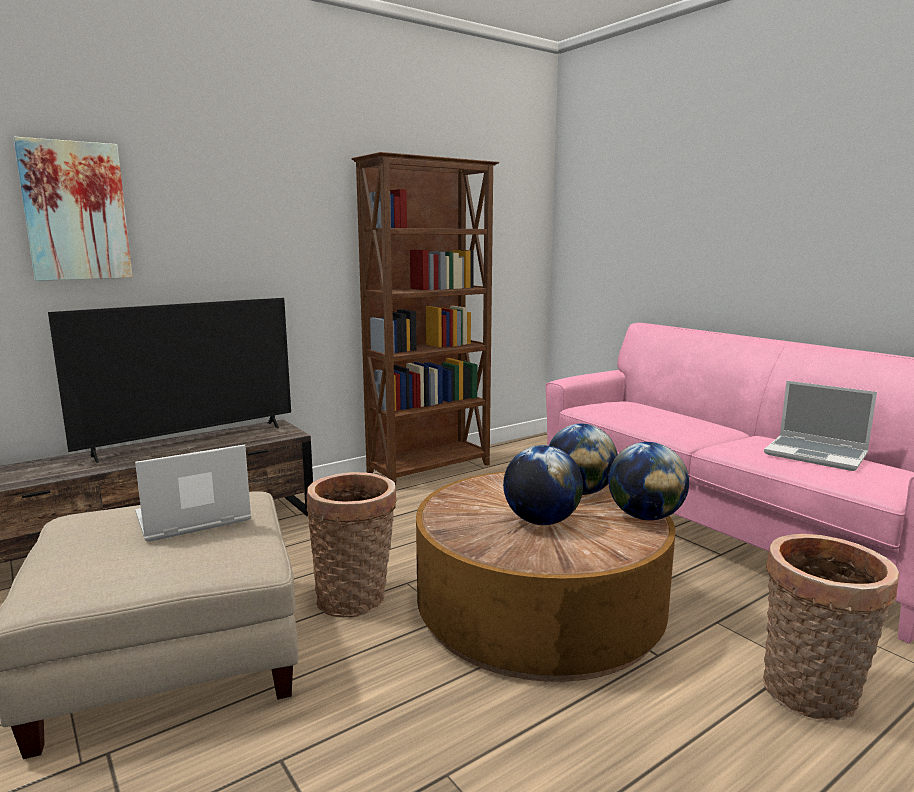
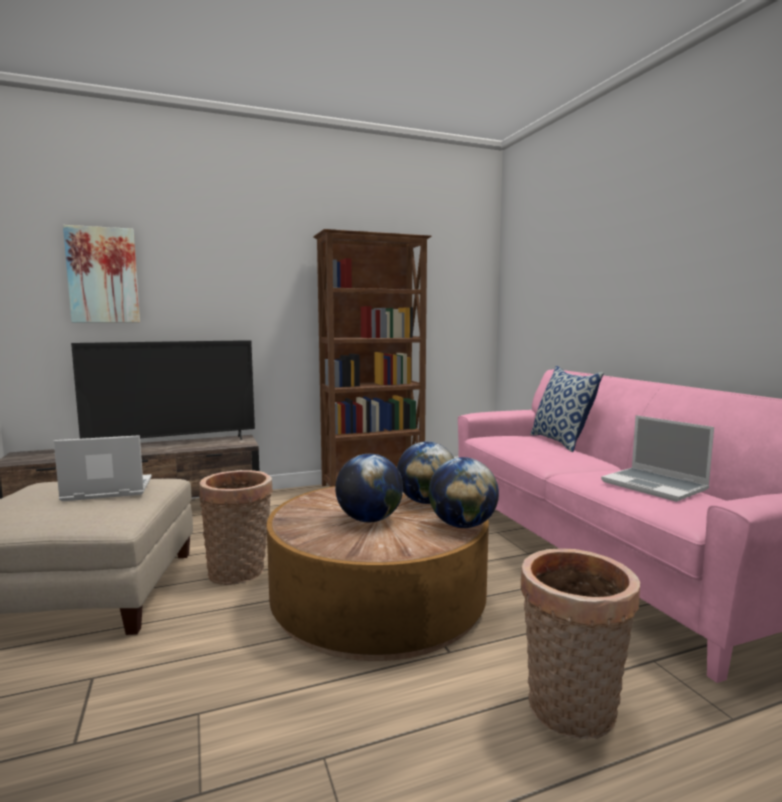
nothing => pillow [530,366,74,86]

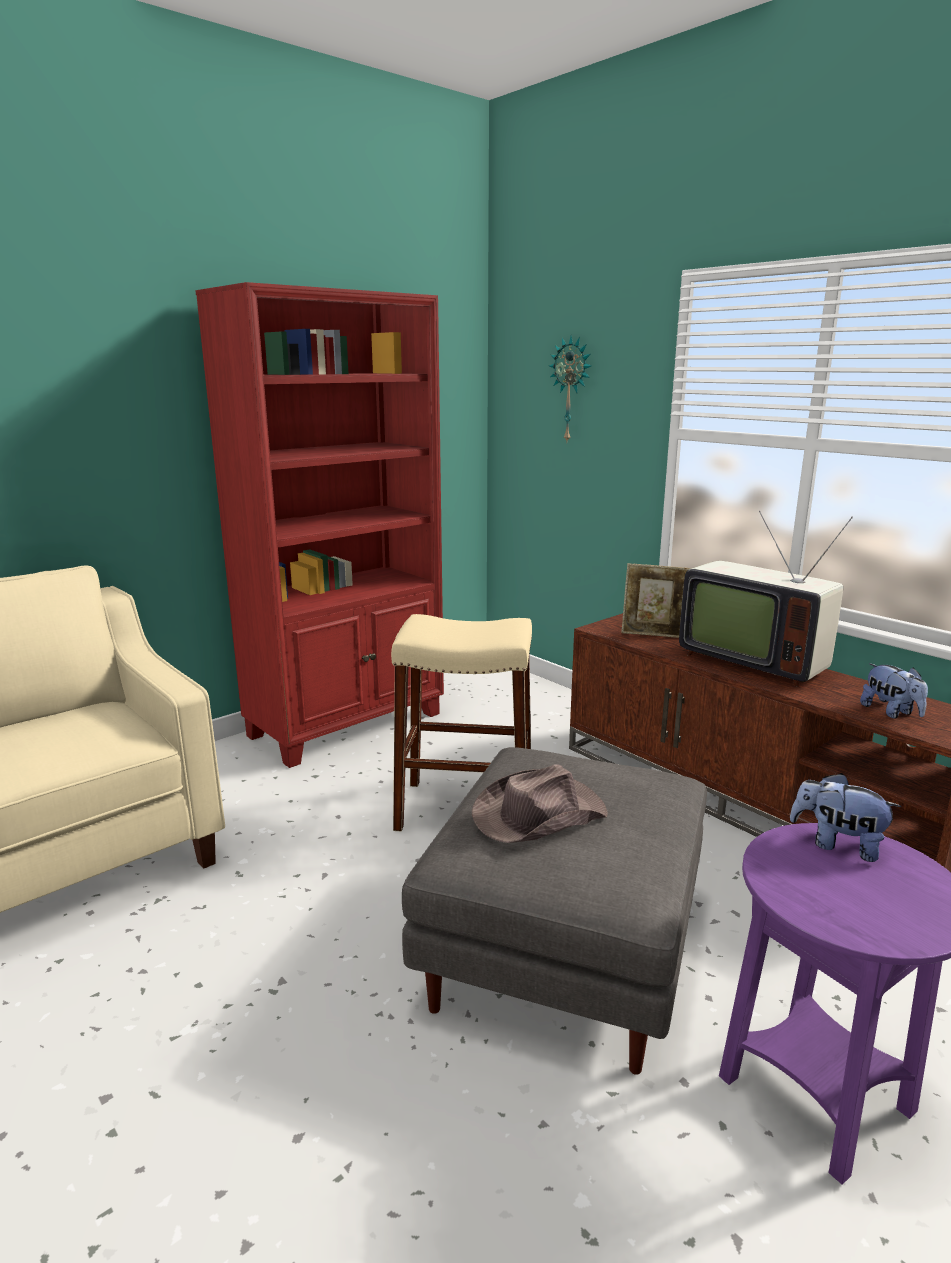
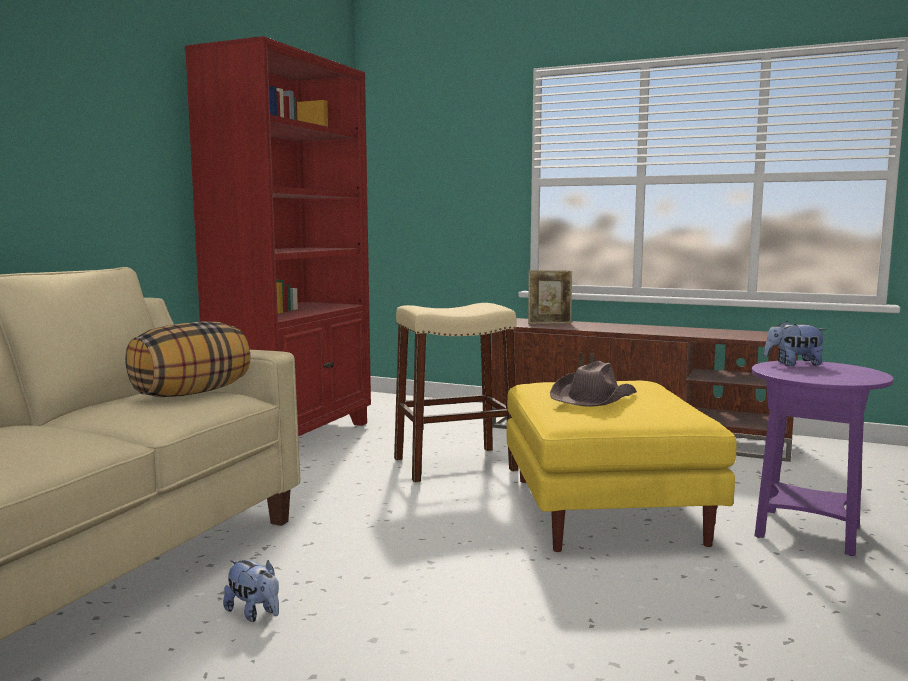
nothing => pillow [125,321,125,76]
plush toy [860,663,68,56] => plush toy [223,560,56,62], shifted
grey ottoman [402,747,305,328] => yellow ottoman [507,381,230,171]
wall clock [549,335,42,109] => nothing
television [679,511,174,176] => nothing

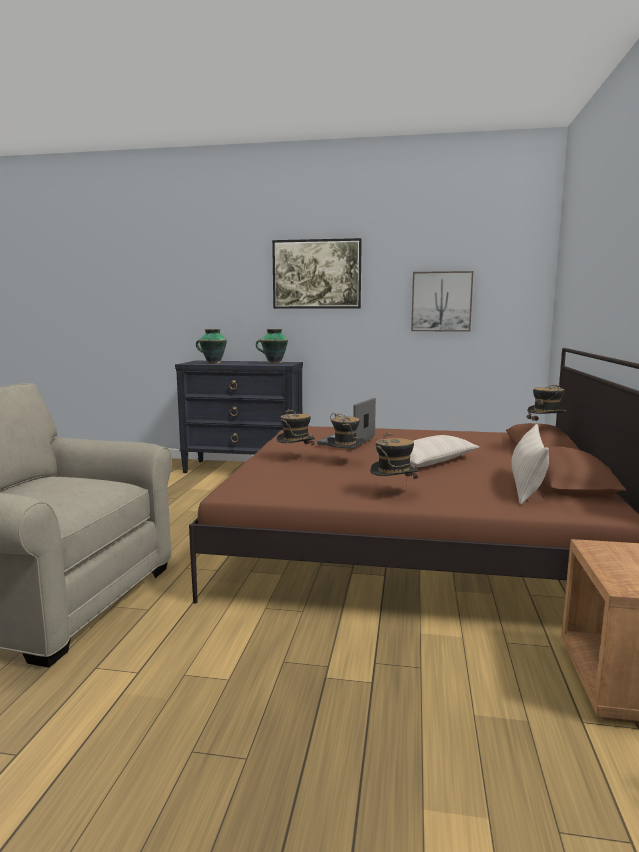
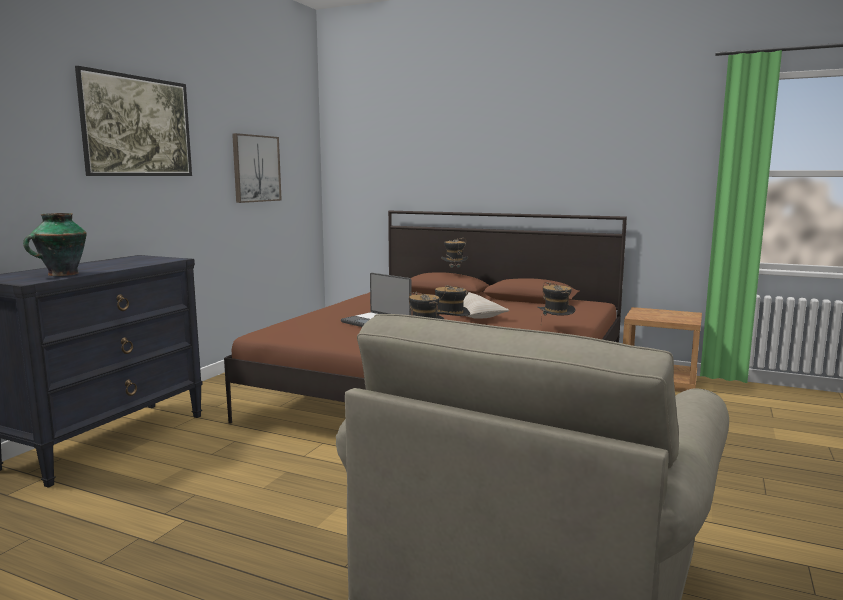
vase [256,329,32,35] => nothing
beige pillow [511,424,38,81] => nothing

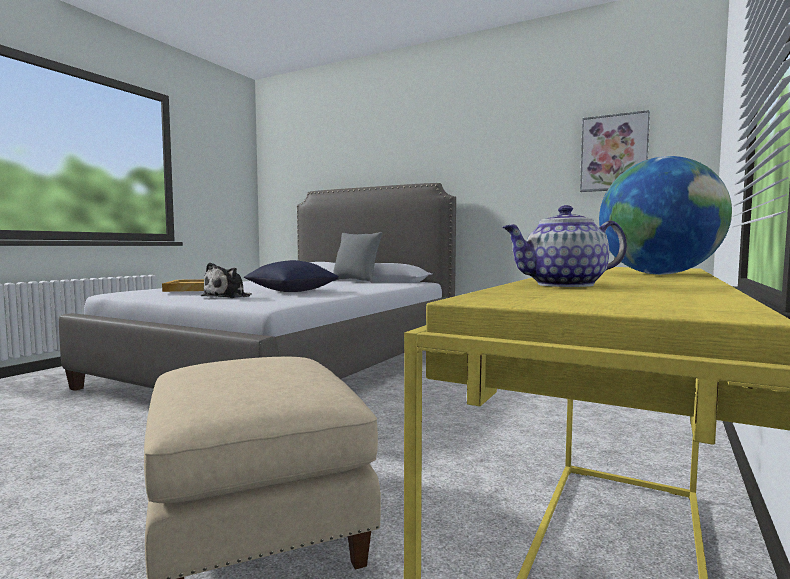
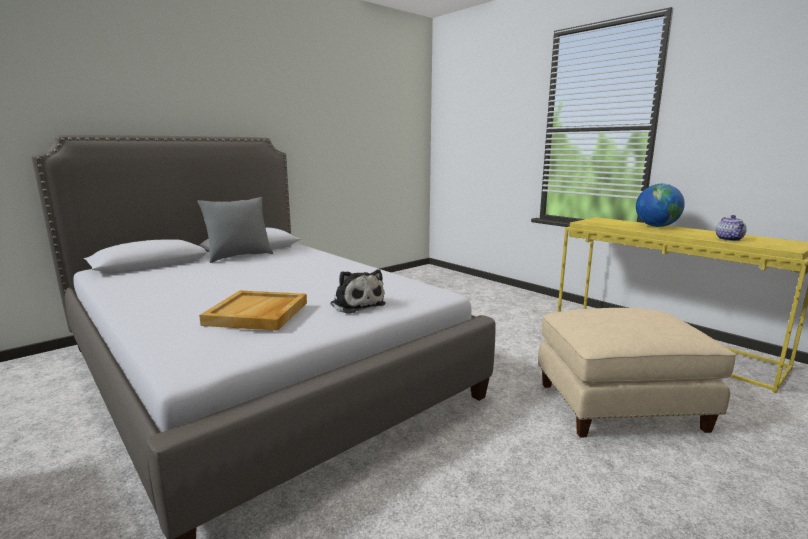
blue pillow [244,260,95,32] => nothing
picture [580,110,70,82] => nothing

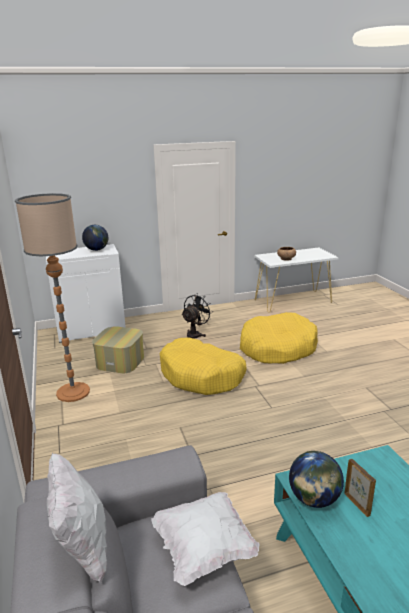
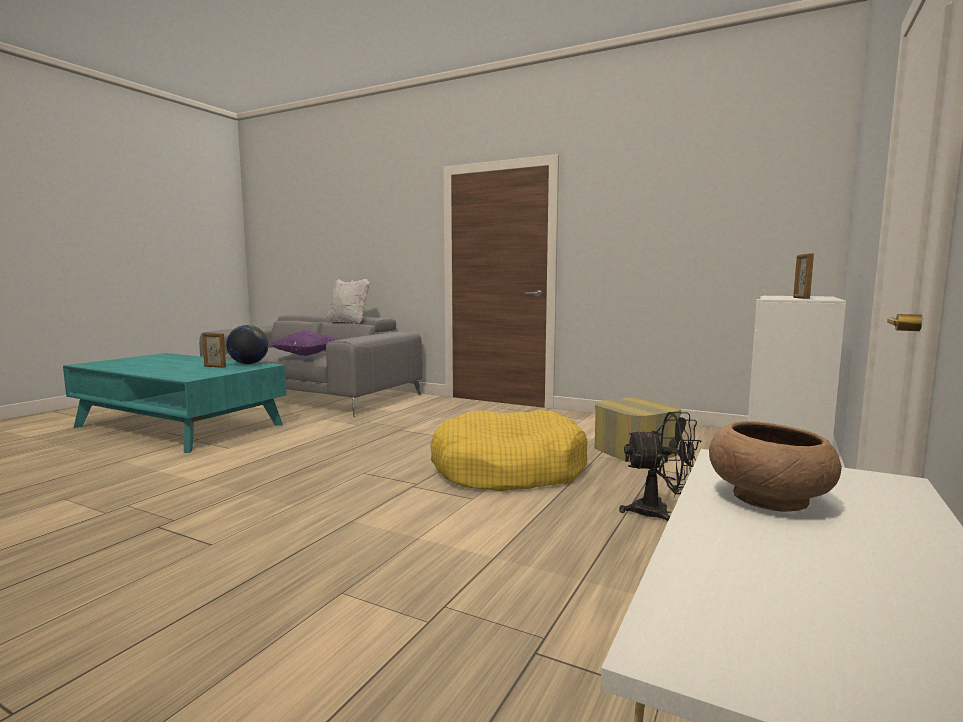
white pillow [151,492,108,94] => purple pillow [271,330,66,26]
black fan [181,294,32,45] => black fan [619,412,83,109], 75 degrees counterclockwise
globe [82,225,26,26] => picture frame [793,253,21,46]
floor lamp [15,193,75,209] => nothing
yellow dog bed [240,312,78,52] => nothing

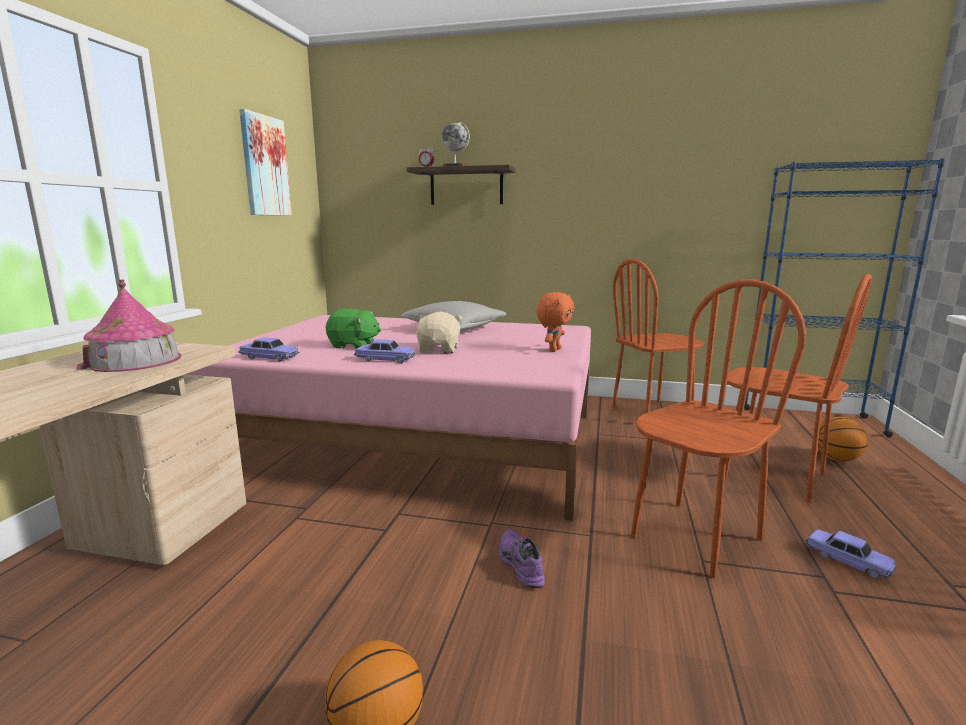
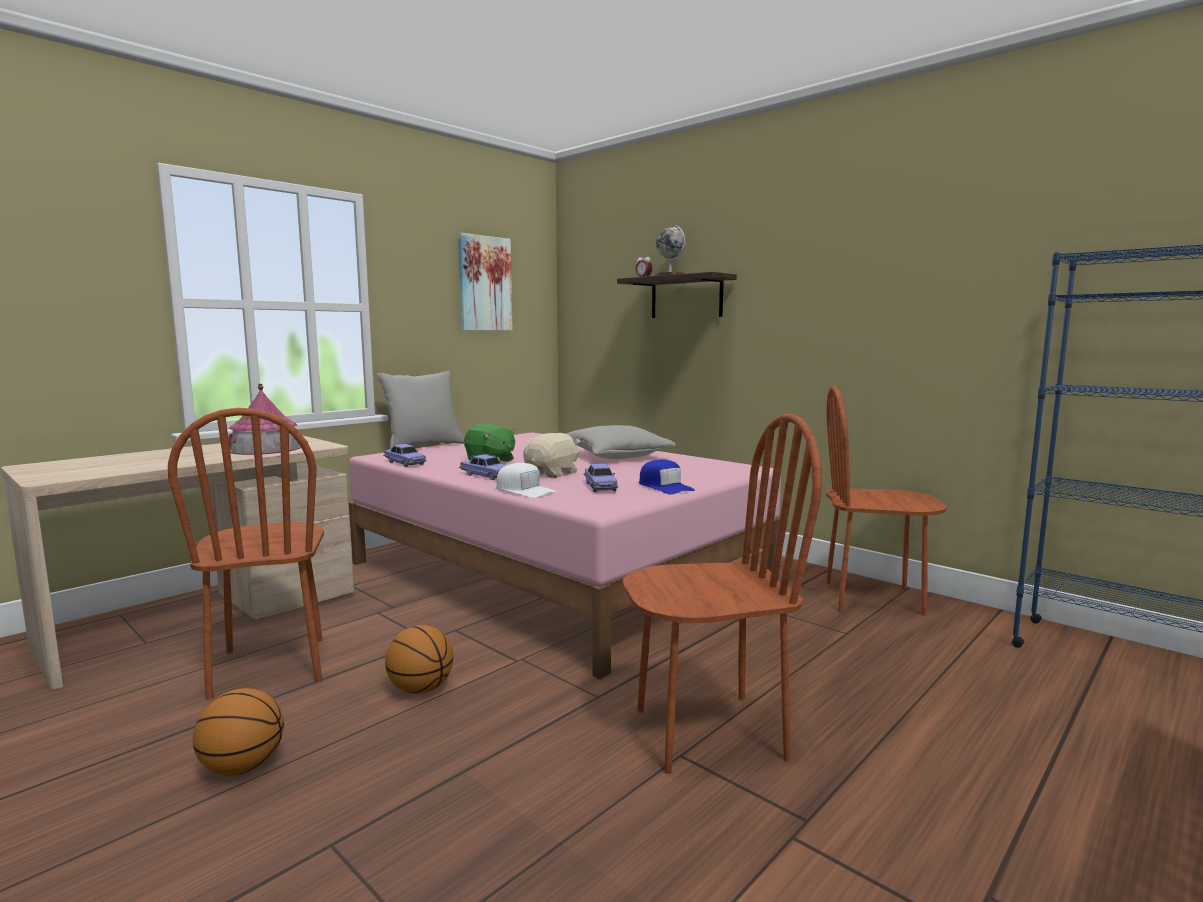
brown chair [725,274,147,228] => brown chair [168,408,156,292], shifted
nothing => grey pillow [377,371,87,78]
basketball [818,417,50,44] => basketball [385,625,68,69], shifted
nothing => white cap [496,463,60,35]
toy car [805,529,91,50] => toy car [584,464,34,28], shifted
orange plush toy [536,292,38,60] => blue cap [639,460,56,34]
purple shoe [499,529,46,59] => nothing

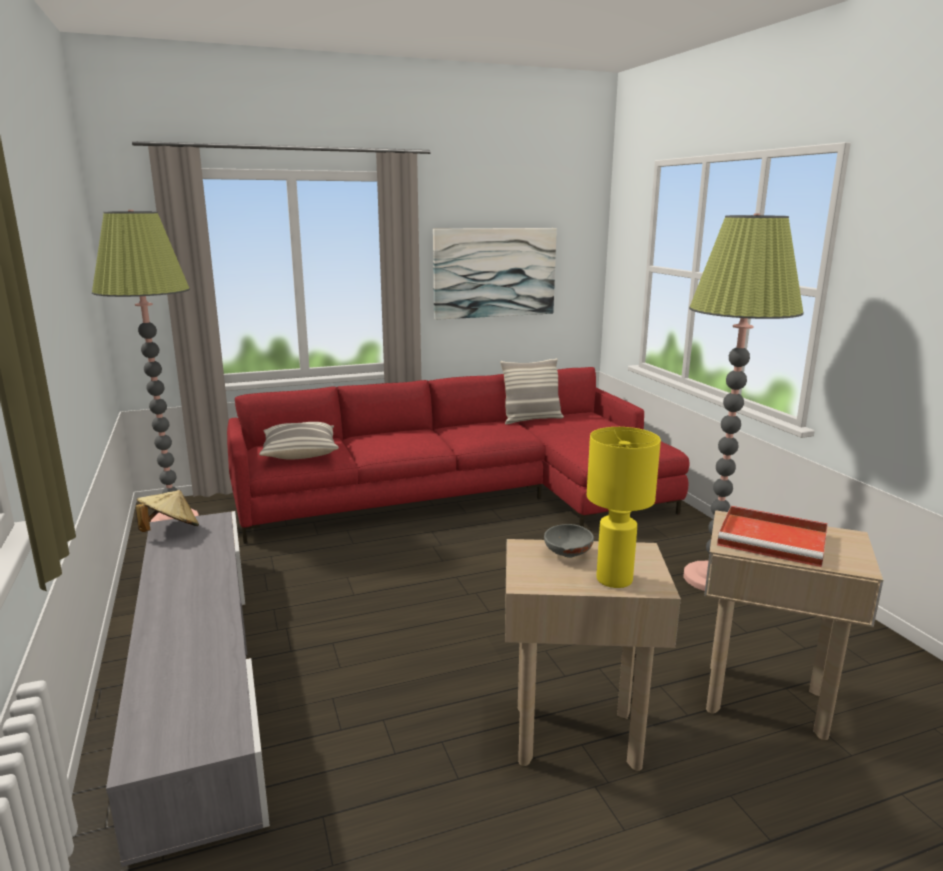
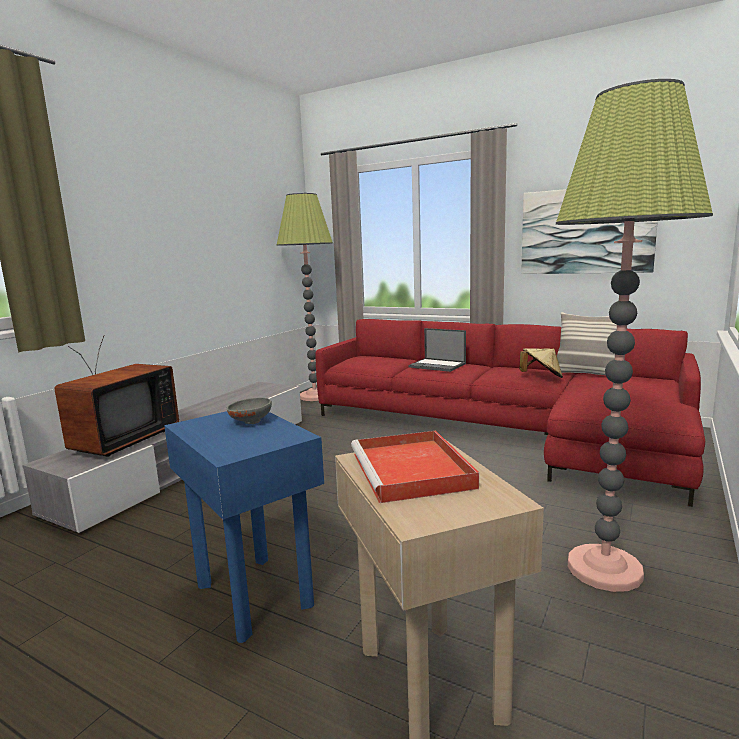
nothing => television [55,336,124,121]
beige side table [505,539,176,232] => blue side table [164,411,160,232]
nothing => laptop [408,328,58,44]
beige hat [136,490,63,42] => beige hat [519,348,44,30], shifted
pillow [259,422,80,38] => nothing
yellow table lamp [587,427,74,161] => nothing

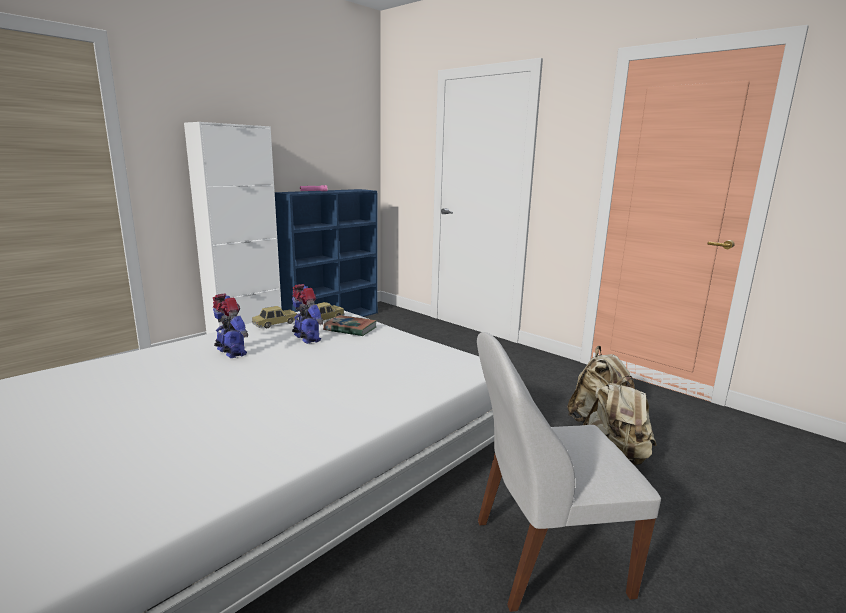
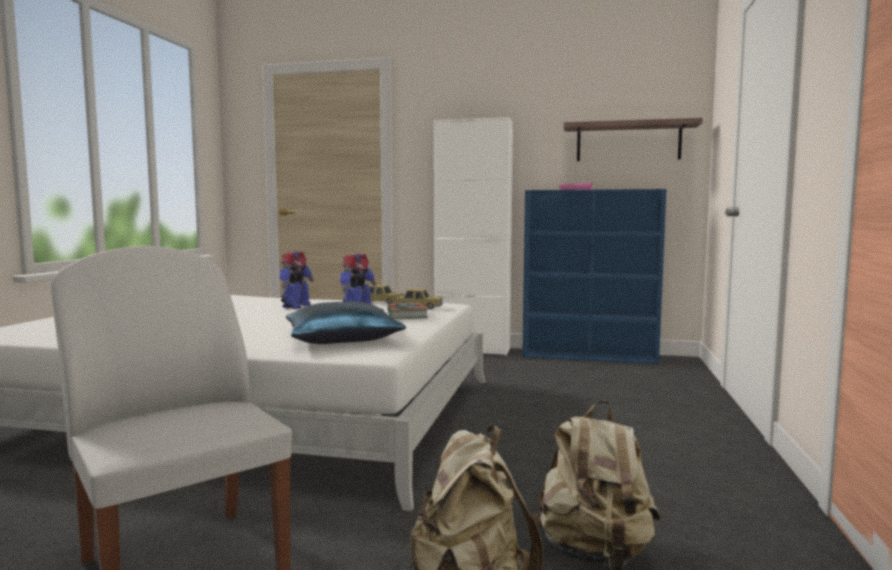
nothing => blue pillow [286,301,120,43]
nothing => shelf [564,118,139,43]

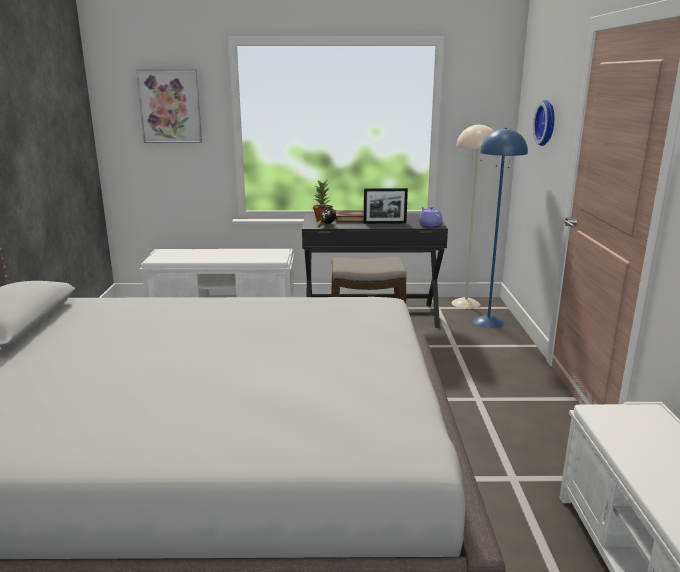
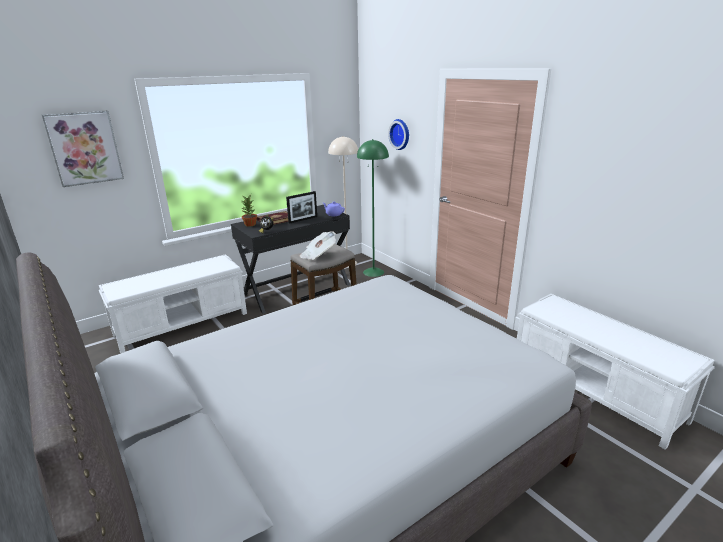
nothing => newspaper [300,231,36,29]
blue floor lamp [473,128,55,200] => green floor lamp [357,139,32,138]

